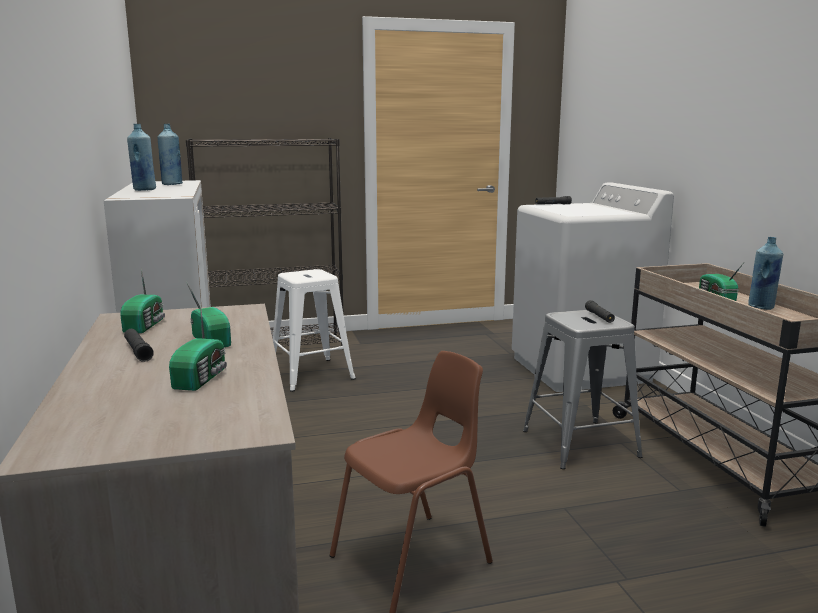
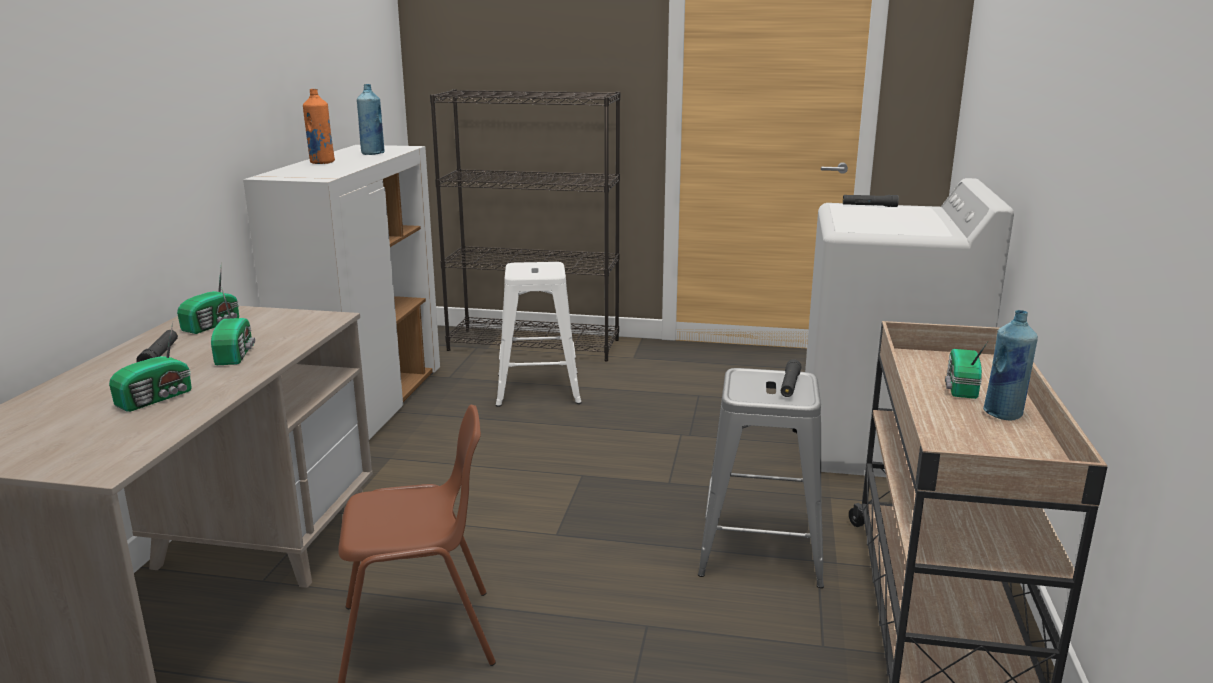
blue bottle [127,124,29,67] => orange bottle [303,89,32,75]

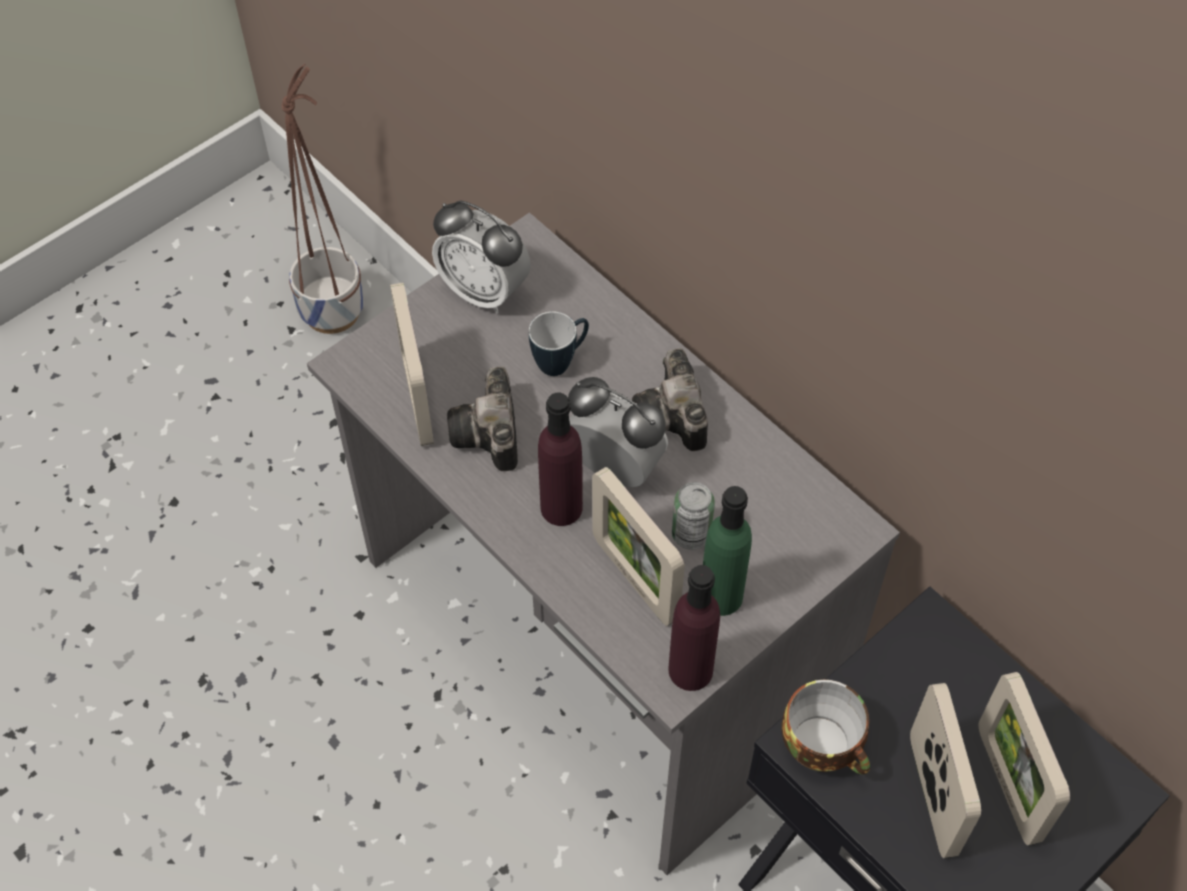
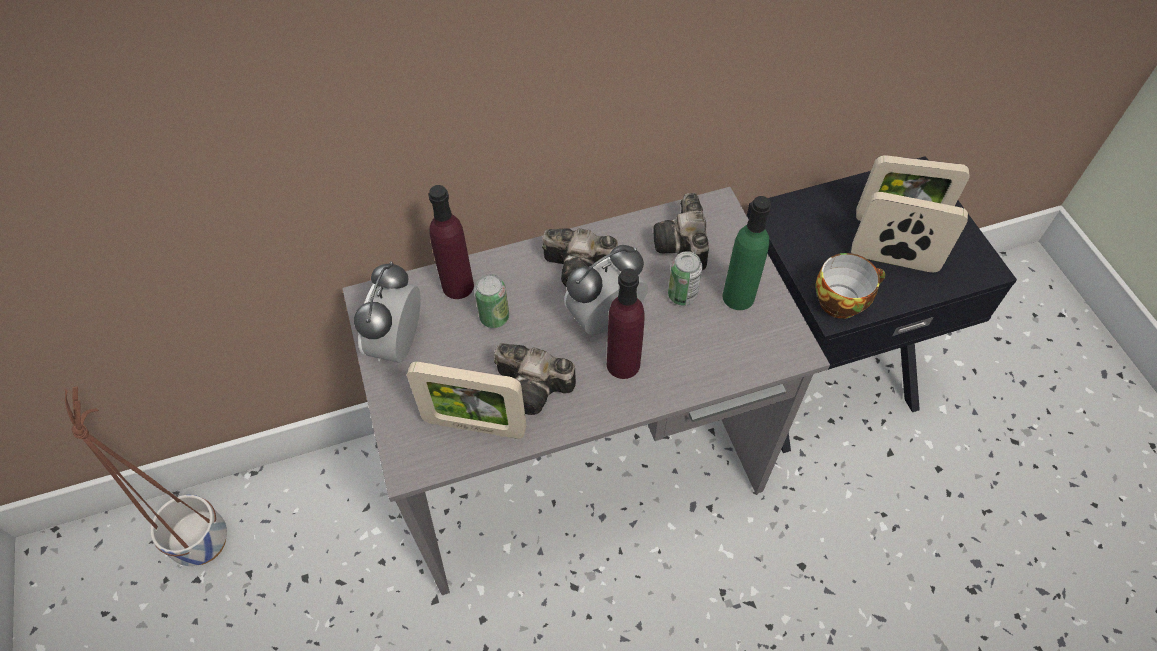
alarm clock [432,200,99,113] => alarm clock [354,261,67,102], 135 degrees clockwise
purple bottle [668,565,52,126] => purple bottle [429,185,45,114], shifted
mug [529,311,60,65] => can [474,274,35,54]
nothing => photo camera [653,193,56,77]
picture frame [592,467,93,159] => nothing

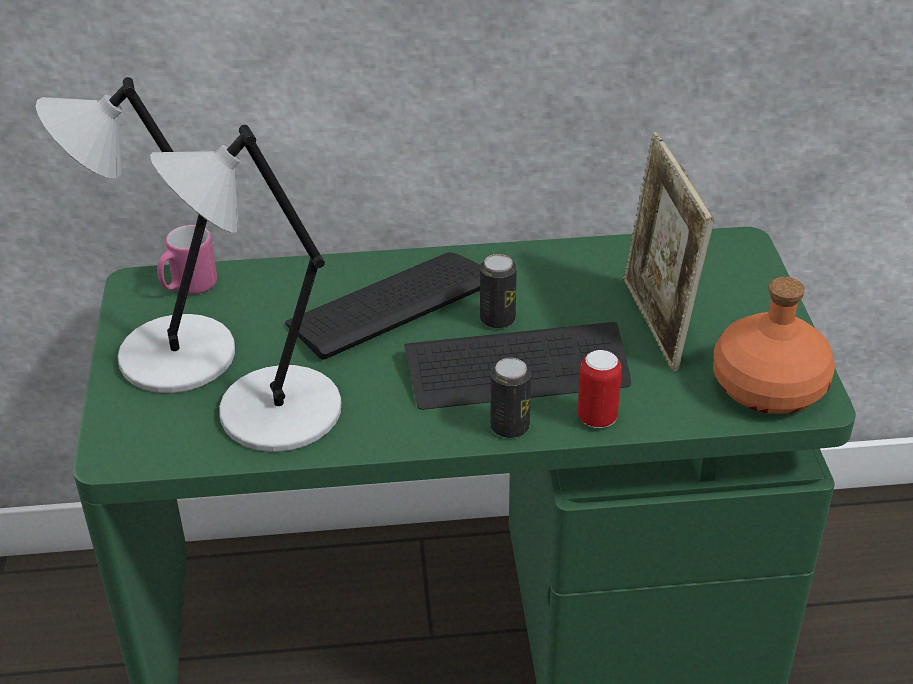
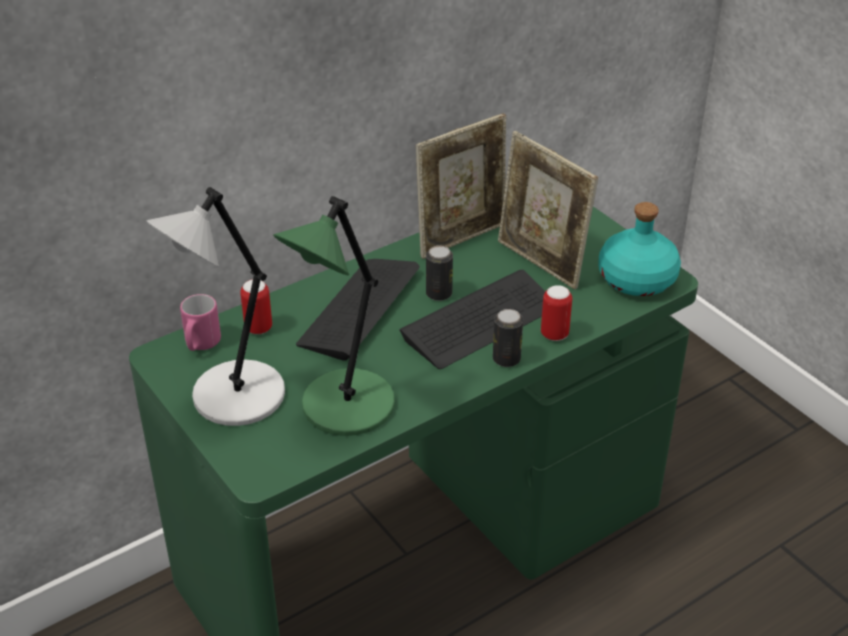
nothing => can [240,279,32,55]
grey table lamp [150,125,191,327] => green table lamp [273,196,122,240]
nothing => picture frame [416,113,90,146]
orange bottle [713,277,122,137] => turquoise bottle [598,202,83,94]

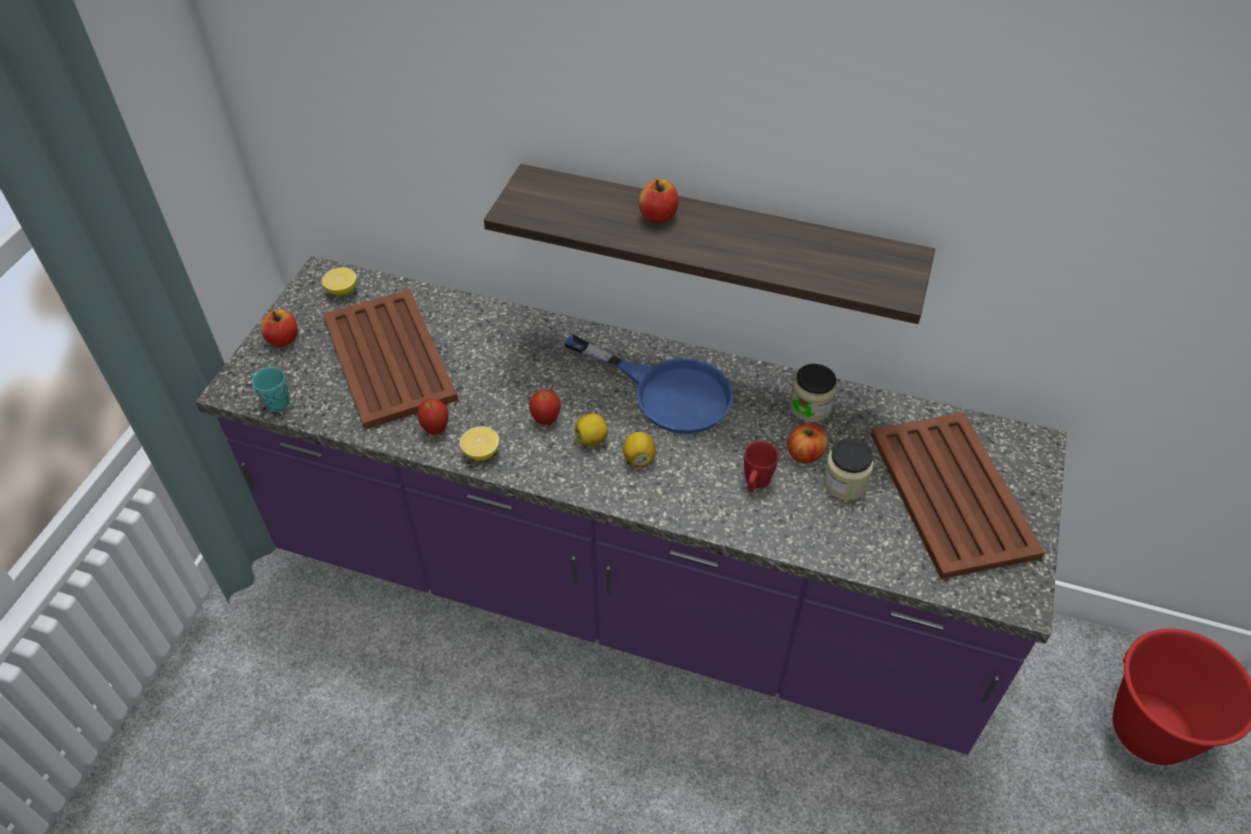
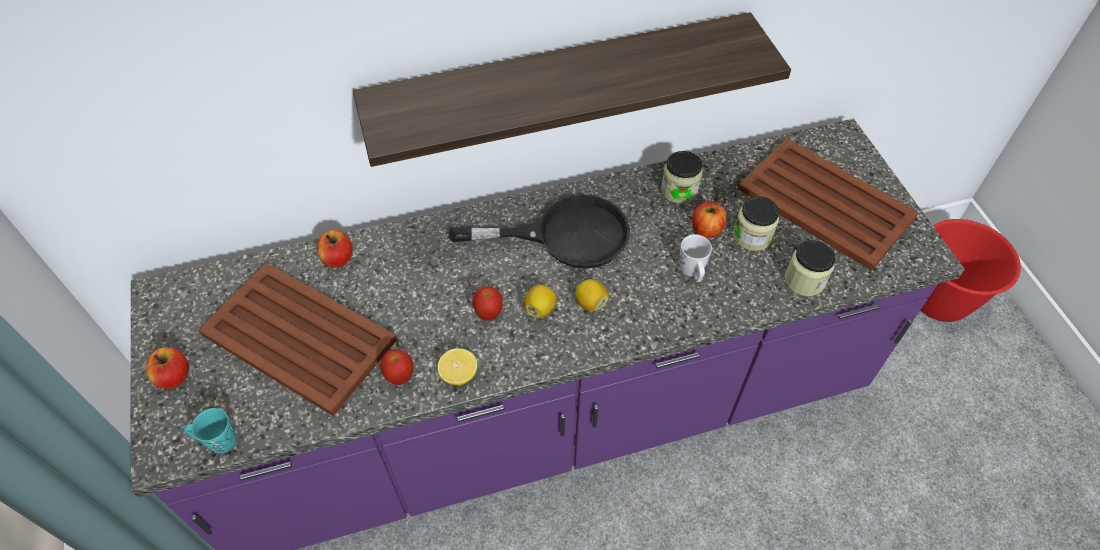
apple [639,179,40,44] => apple [317,230,36,38], shifted
blue frying pan [564,334,169,100] => black frying pan [449,195,181,74]
red mug [744,441,35,51] => white mug [680,234,32,48]
nothing => jar [785,240,51,56]
lemon [322,267,35,29] => nothing

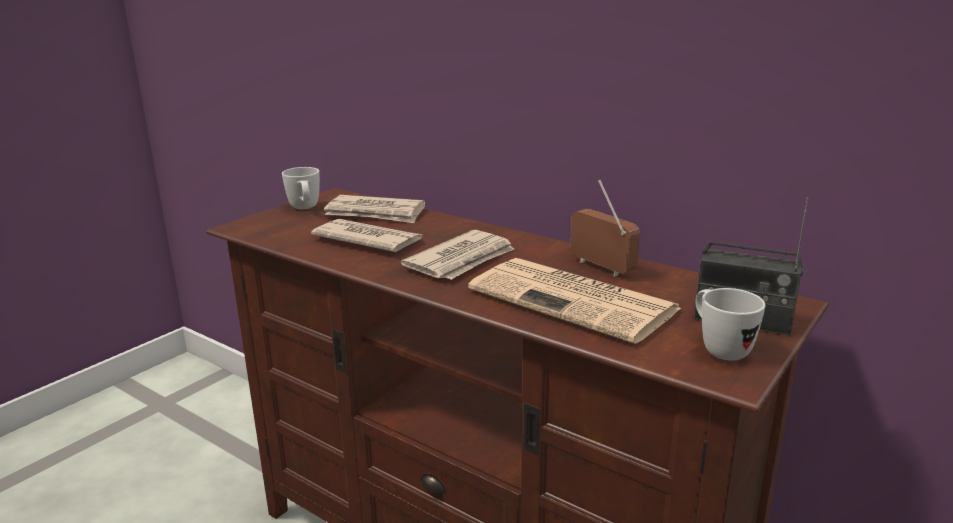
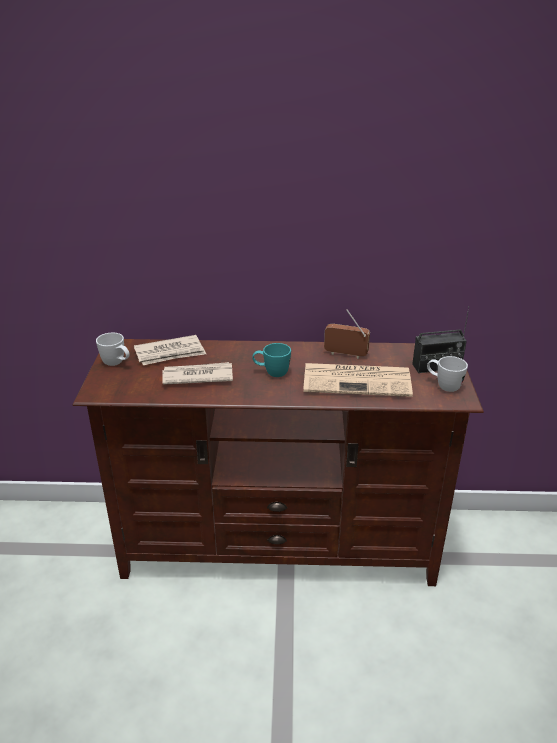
newspaper [401,230,113,50] => turquoise mug [252,343,39,34]

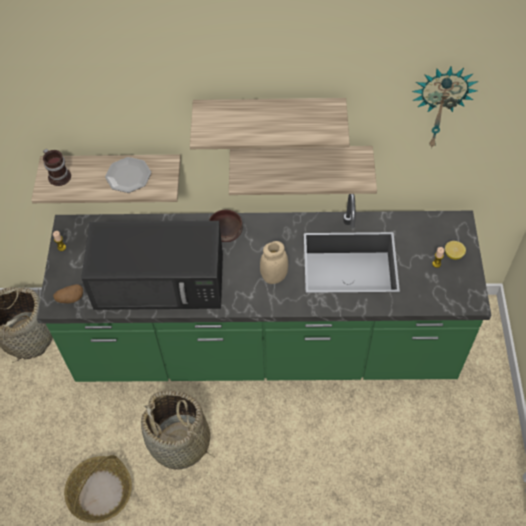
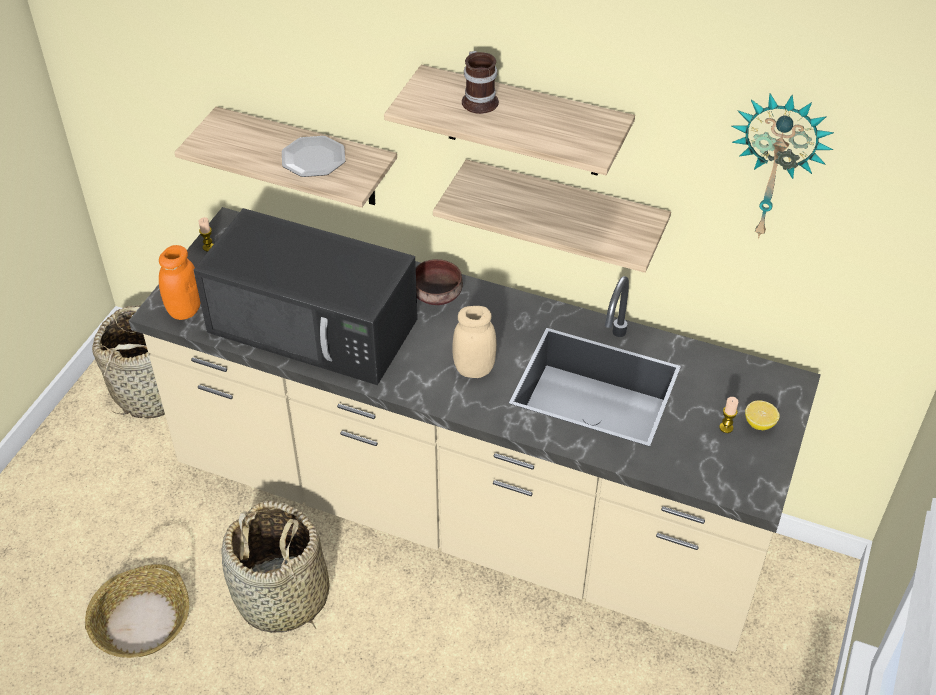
green counter [37,194,454,188] => beige counter [129,207,692,445]
potato [53,284,30,19] => orange jar [159,245,42,75]
mug [43,149,28,37] => mug [462,51,37,63], shifted

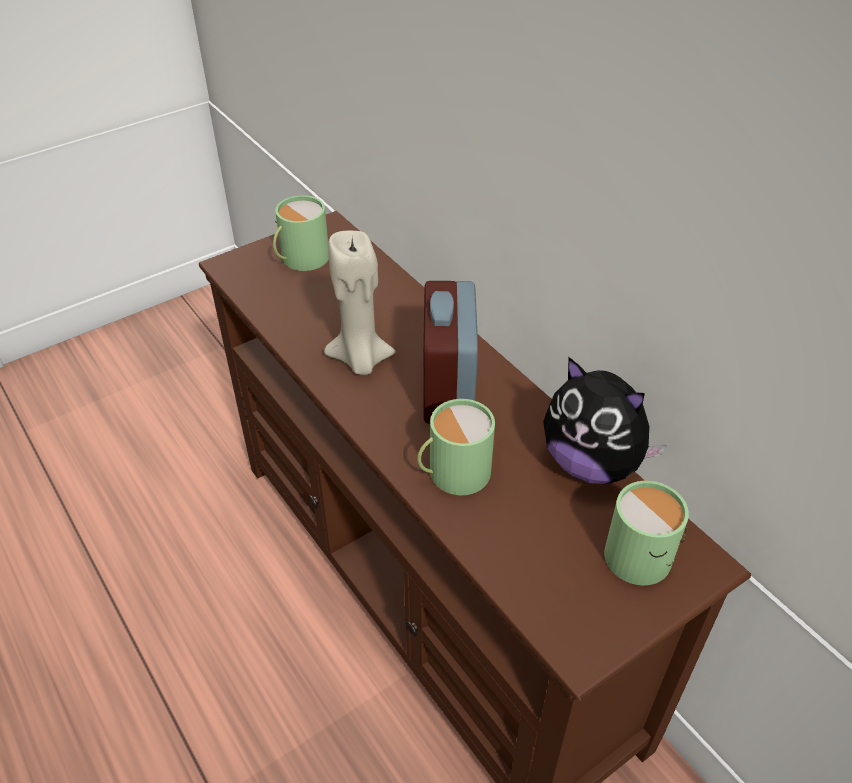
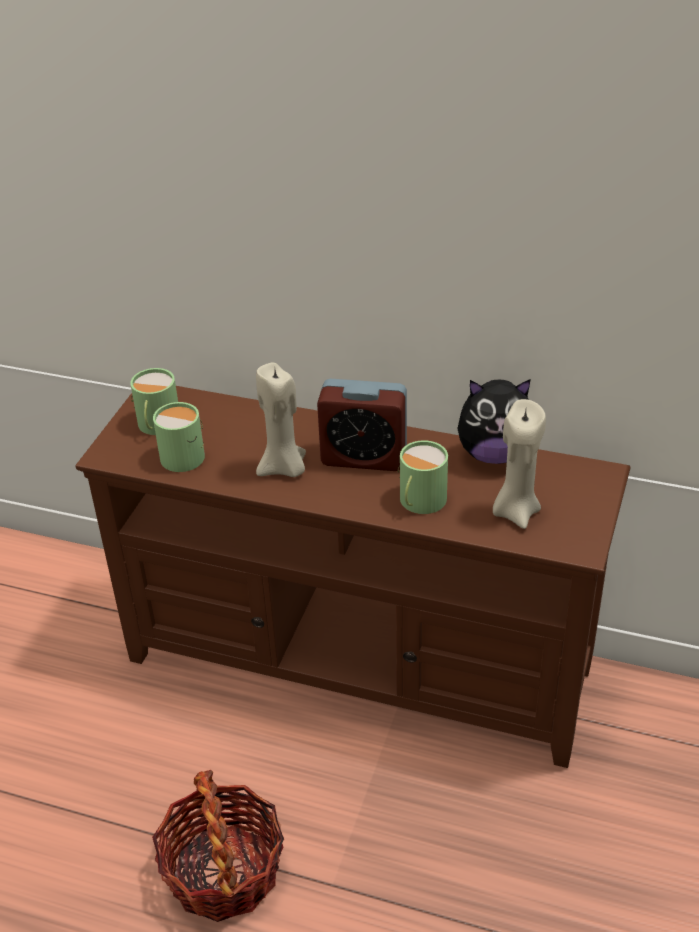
nothing => basket [152,770,132,152]
green mug [604,481,85,105] => green mug [153,402,52,70], shifted
alarm clock [423,281,55,143] => alarm clock [317,379,90,92], 45 degrees counterclockwise
nothing => beige candle [493,399,53,130]

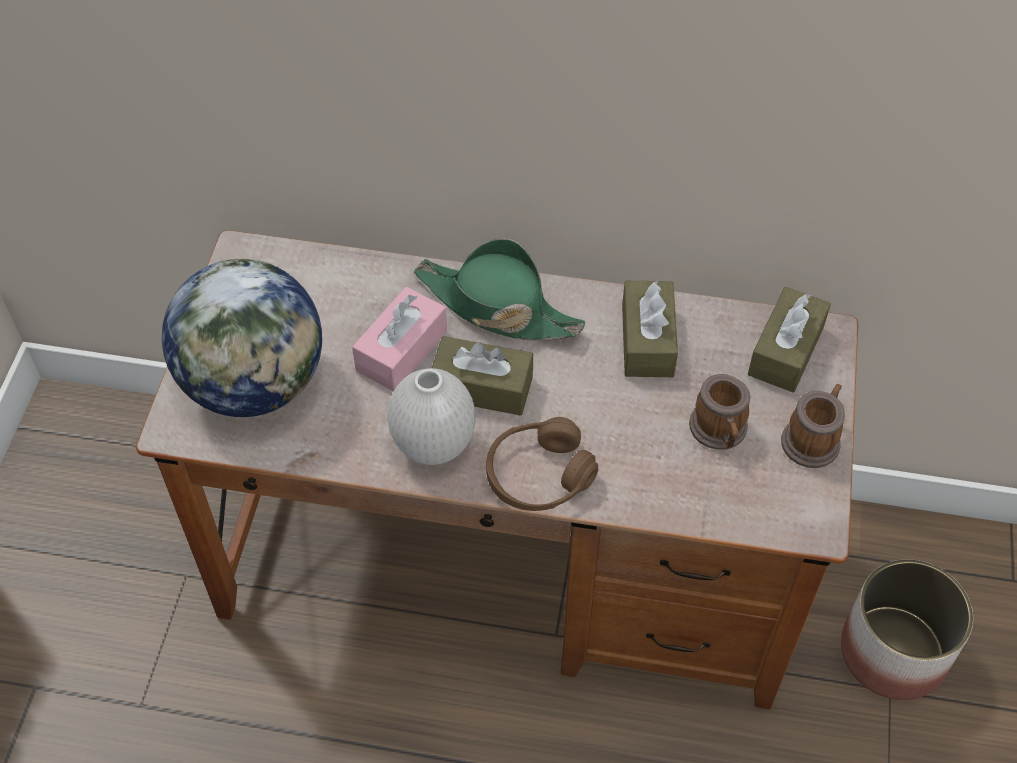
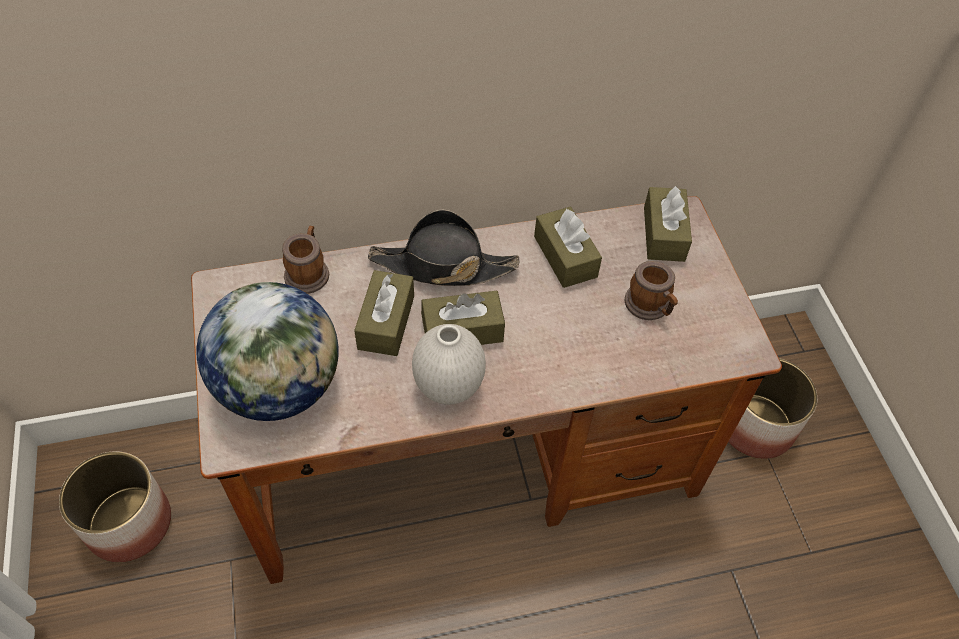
nothing => planter [59,451,112,111]
mug [781,384,64,84] => mug [282,226,47,68], shifted
pink tissue box [352,287,95,105] => brown tissue box [354,270,60,86]
green hat [414,238,172,103] => black hat [368,210,151,76]
brown headphones [486,417,112,94] => nothing

